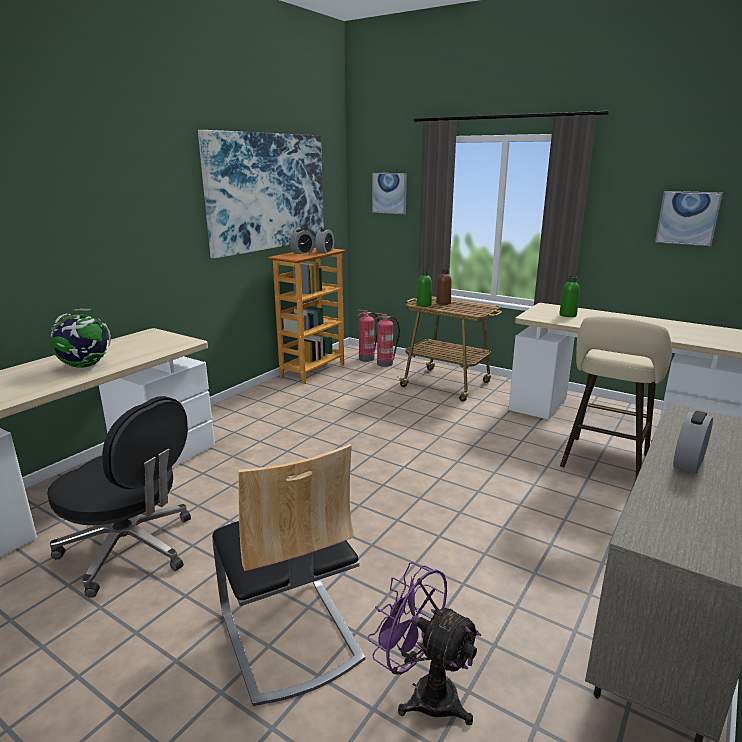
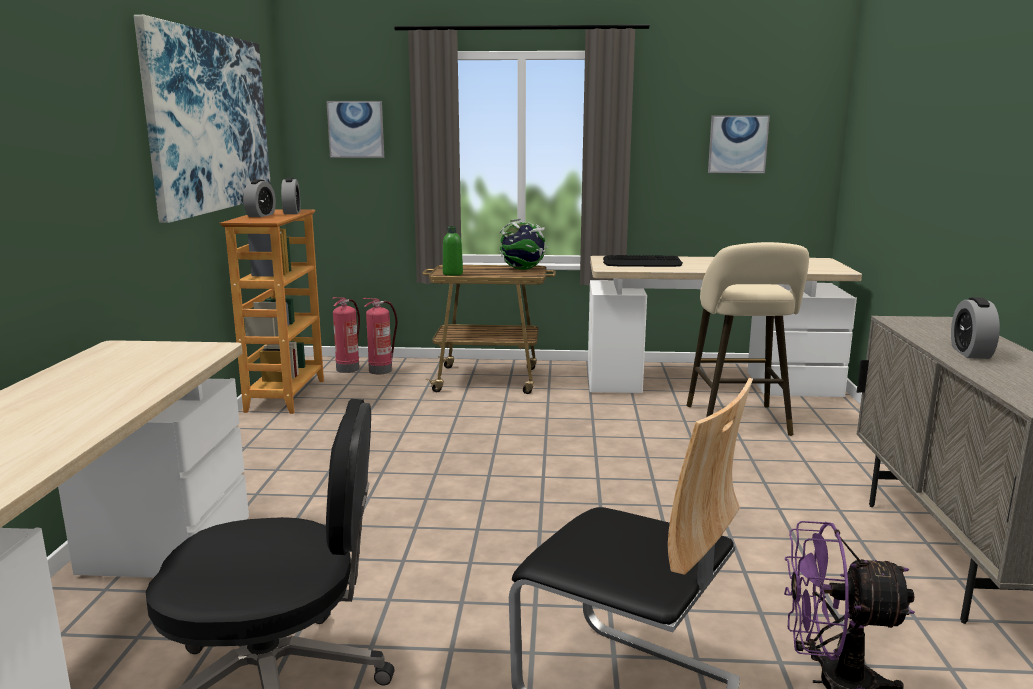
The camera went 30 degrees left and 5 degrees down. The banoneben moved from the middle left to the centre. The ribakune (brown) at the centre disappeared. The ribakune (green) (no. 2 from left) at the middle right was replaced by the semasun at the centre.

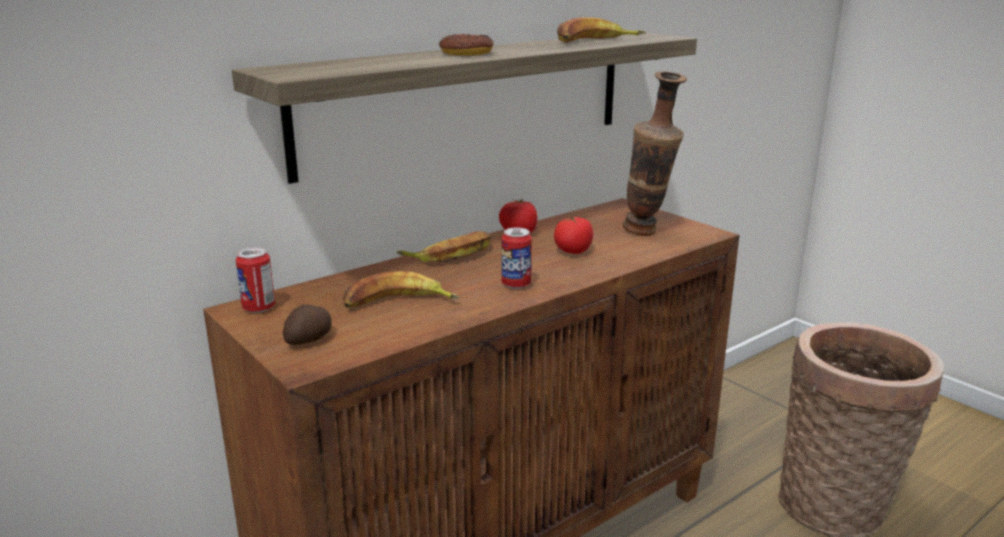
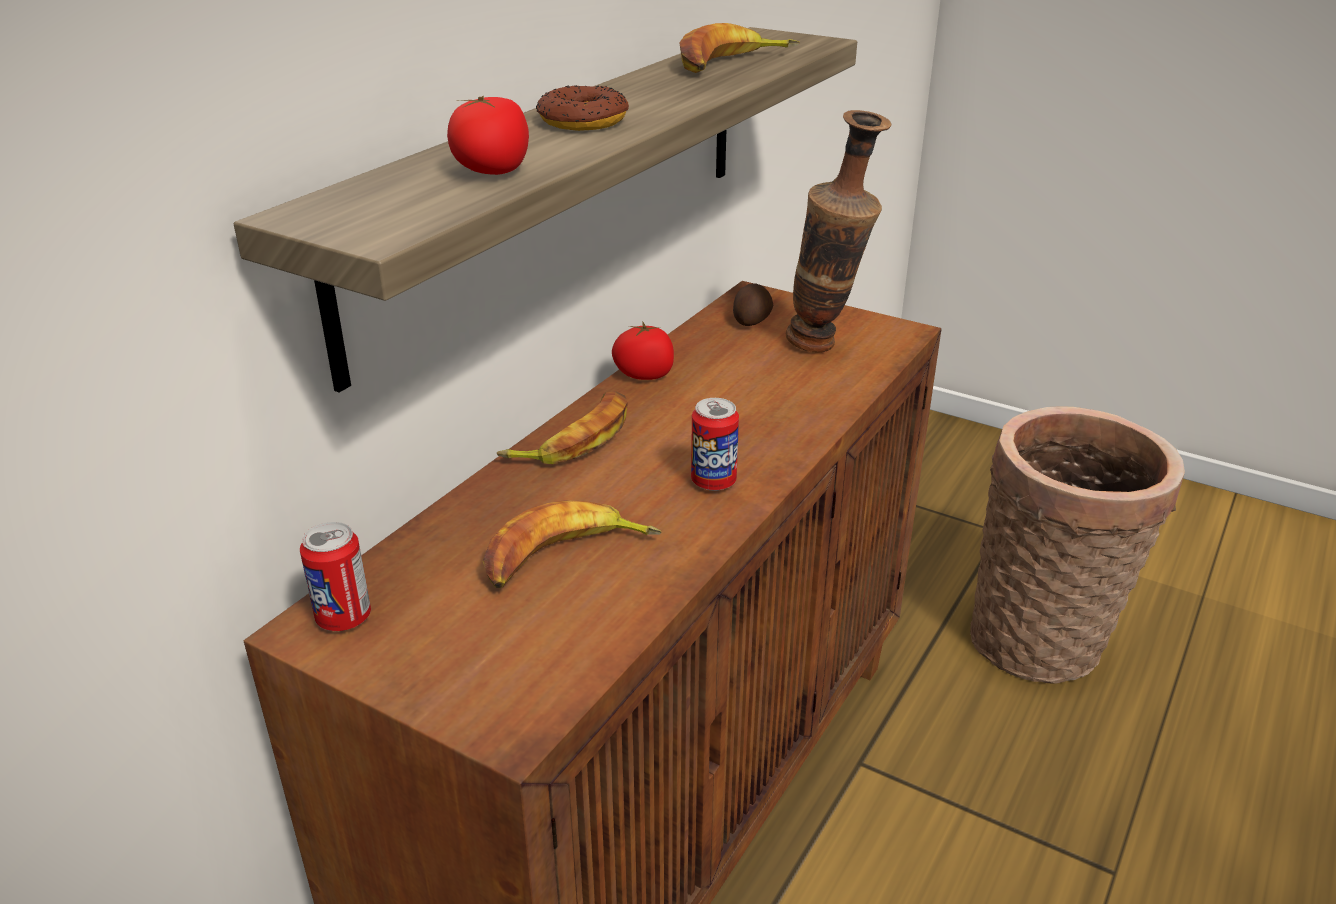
The camera went 20 degrees left and 10 degrees up. The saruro moved from the middle left to the centre. The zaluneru (no. 2 from left in the first image) moved from the centre to the top centre.

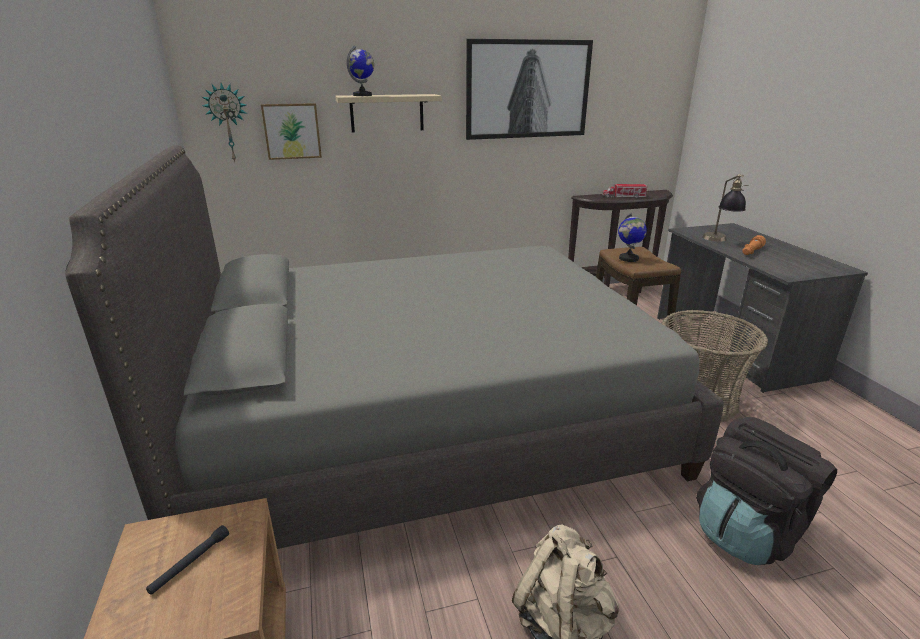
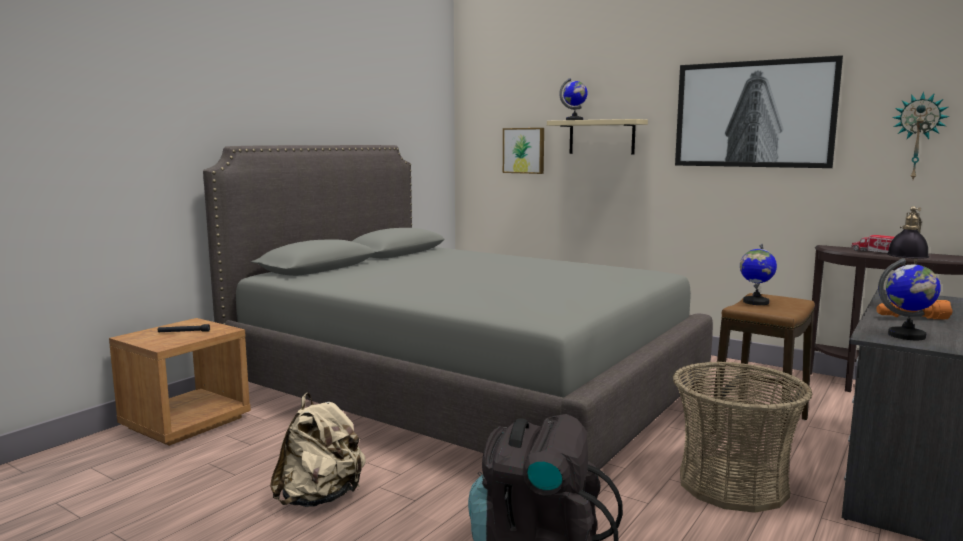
The camera went 50 degrees right and 15 degrees down. The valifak moved from the top left to the top right. The banoneben (no. 3 from left) at the middle right appeared.

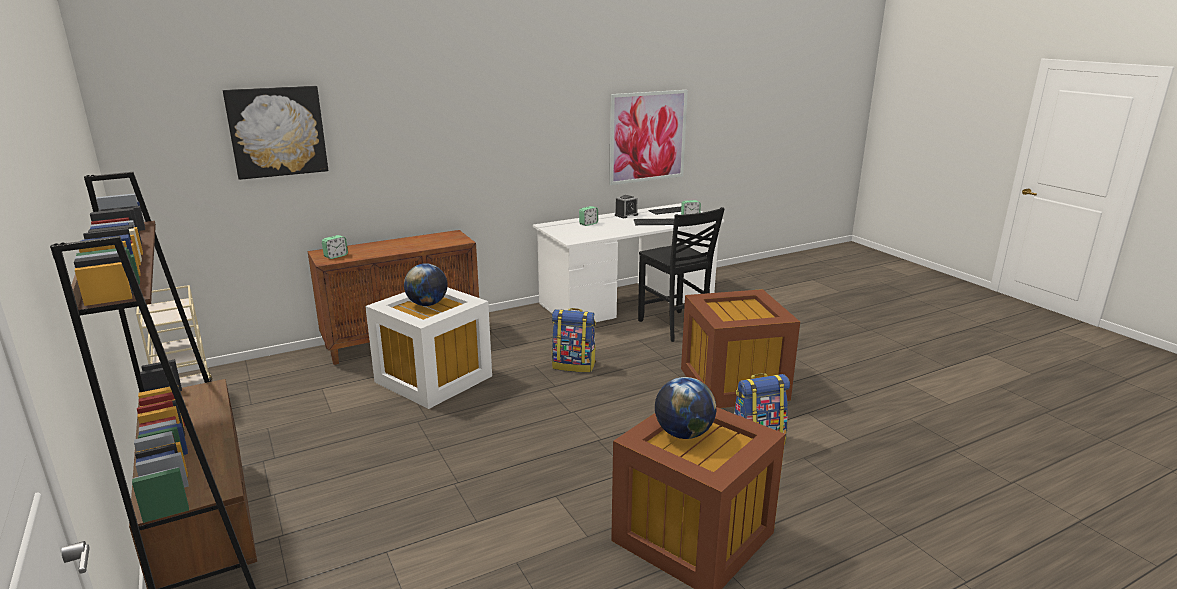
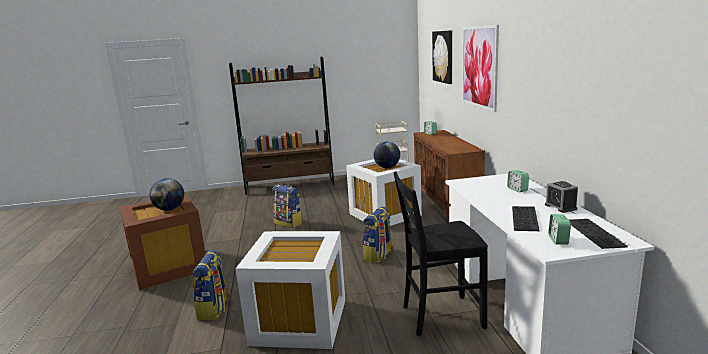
The camera went 110 degrees right and 5 degrees down. The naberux (no. 2 from left) moved from the top centre to the top right. The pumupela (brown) (no. 2 from left) at the centre became the pumupela (white) (no. 1 from left) at the bottom centre. The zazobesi (no. 2 from left) at the centre appeared.

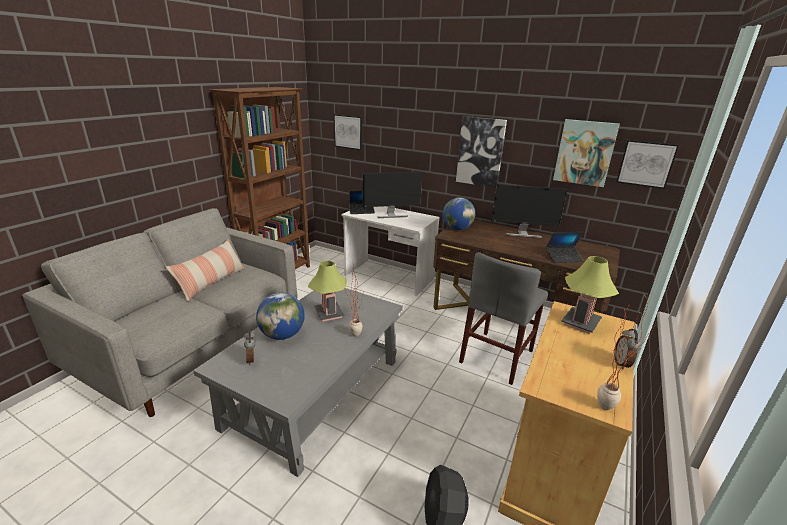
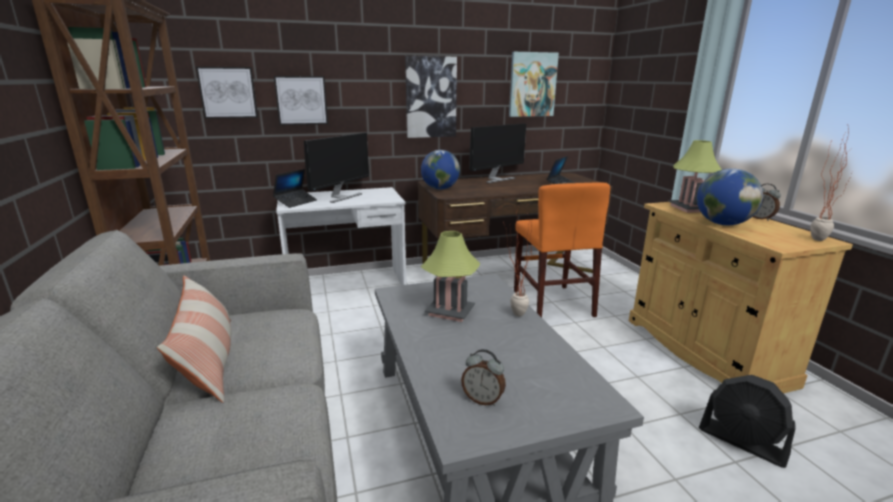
The camera went 45 degrees left and 5 degrees down. The banoneben (no. 1 from left in the first image) moved from the centre to the middle right. The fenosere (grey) at the centre became the fenosere (orange) at the centre. The naberux (no. 4 from left in the first image) moved from the top right to the top centre.

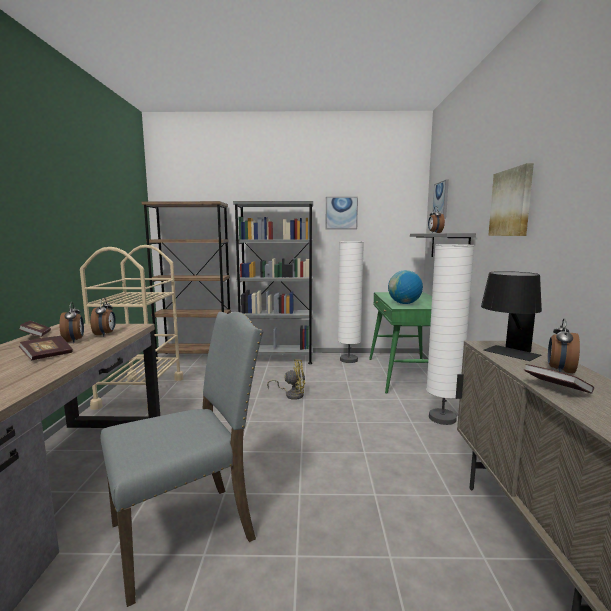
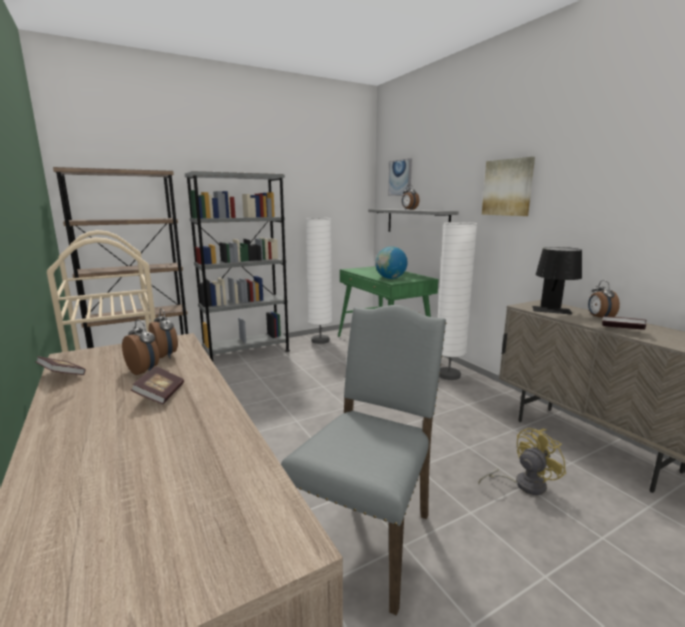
The camera went 30 degrees left and 5 degrees up. The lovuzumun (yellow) moved from the centre to the bottom right. The naberux (no. 1 from left) at the centre disappeared.

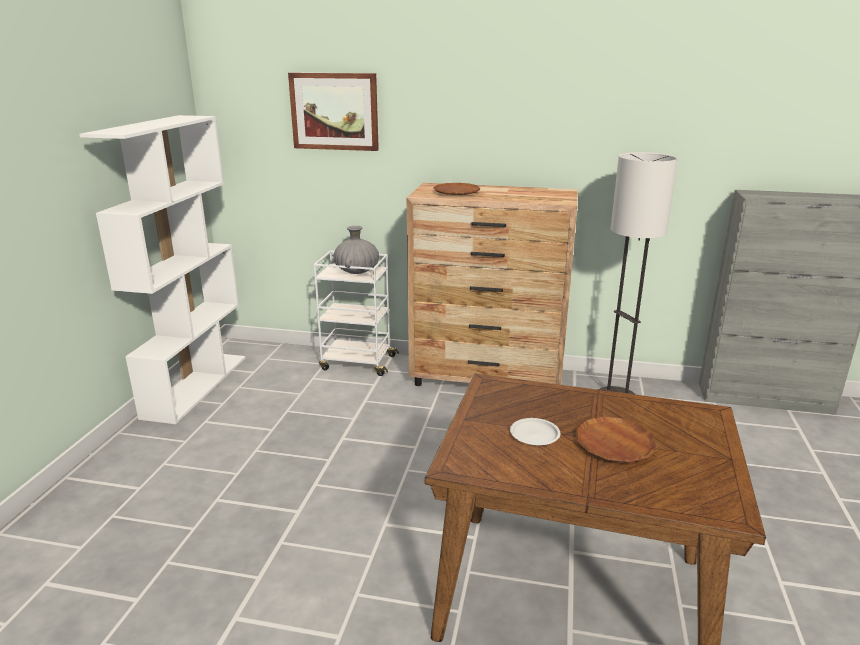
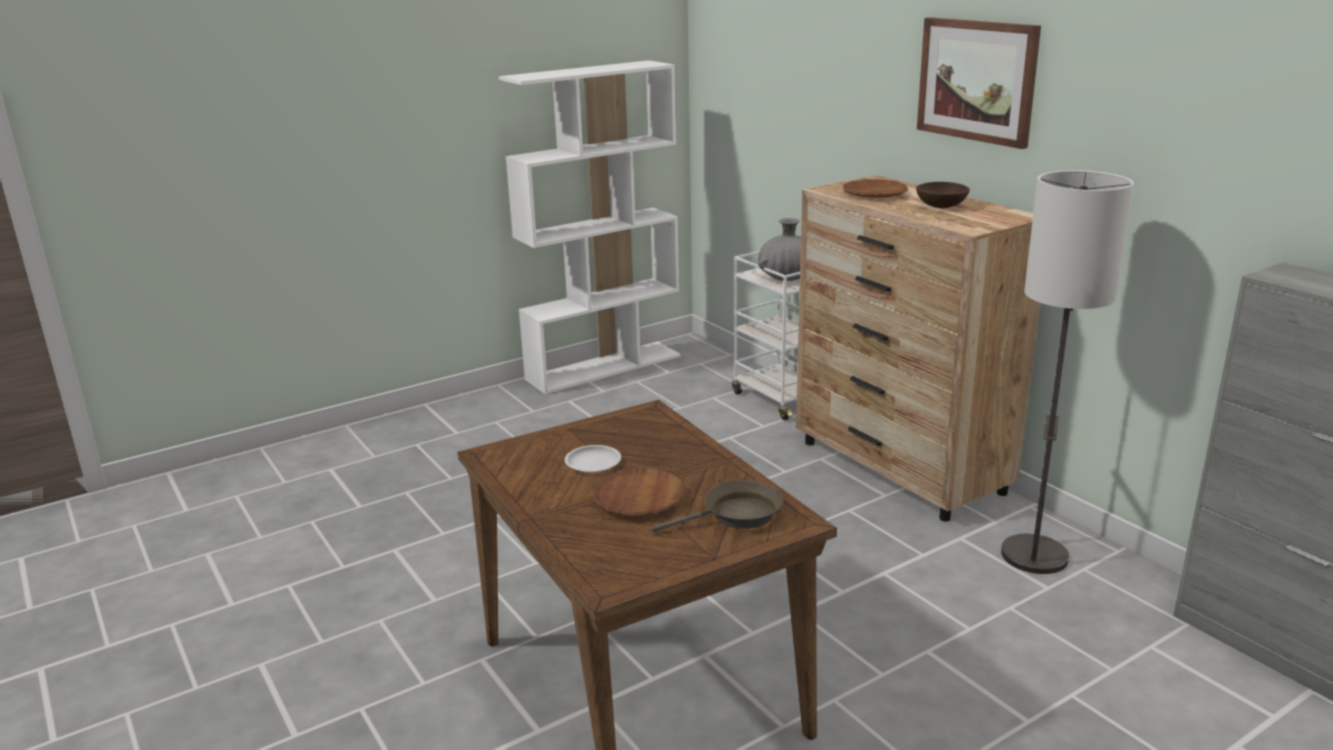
The camera went 45 degrees right and 0 degrees up. The naberux moved from the top centre to the top right. The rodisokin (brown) at the bottom centre appeared. The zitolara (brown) at the top right appeared.

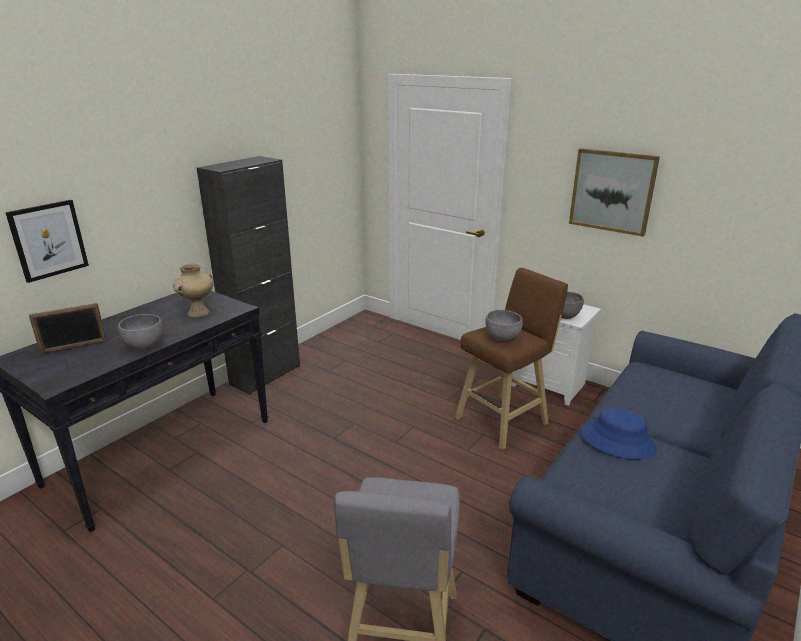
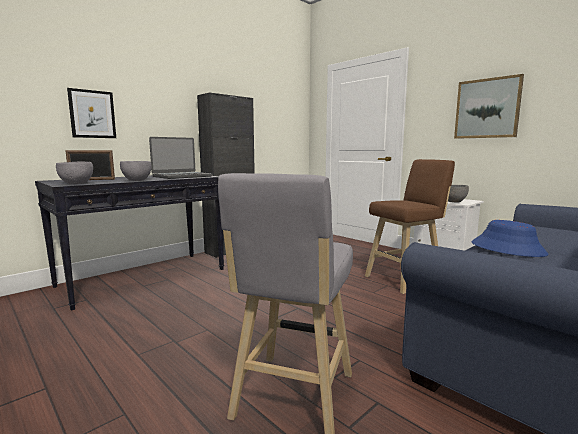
The camera went 10 degrees right and 15 degrees down. The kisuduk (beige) at the middle left was replaced by the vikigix at the middle left. The zitolara (grey) (no. 2 from left in the first image) moved from the centre to the middle left.

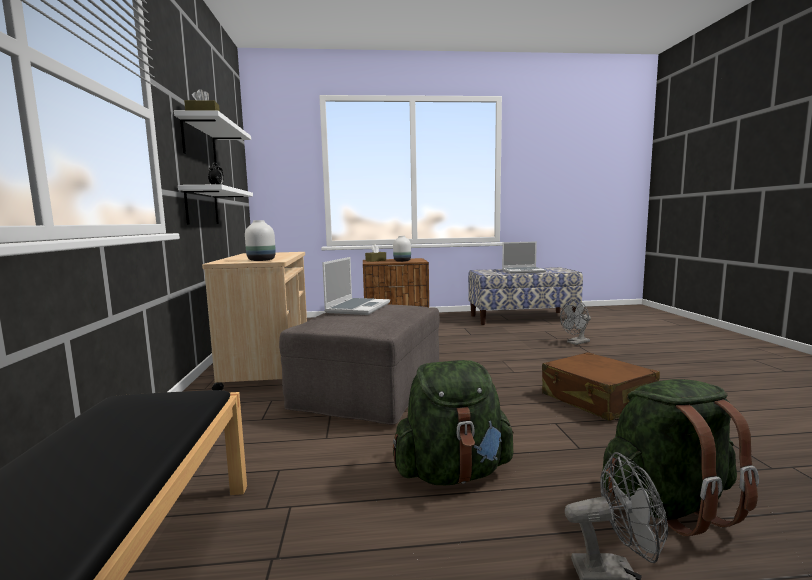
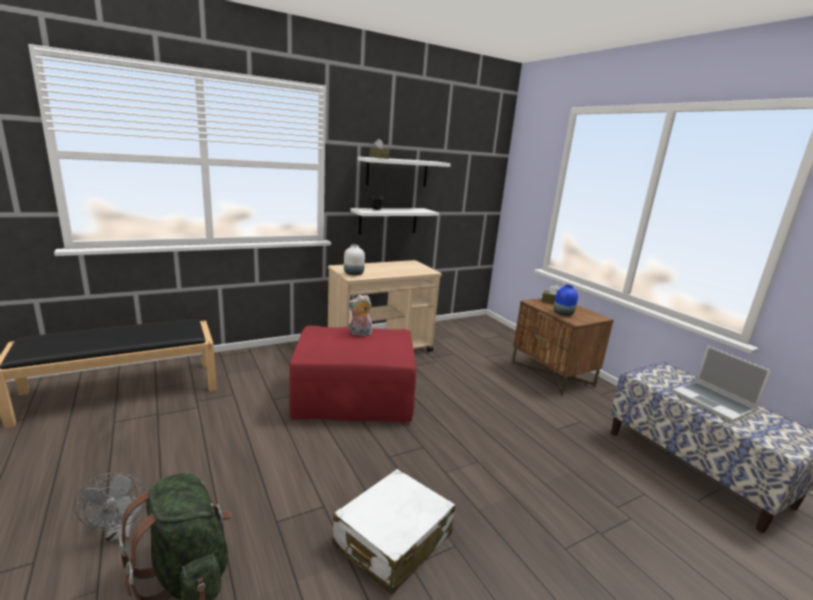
The camera went 65 degrees right and 10 degrees up. The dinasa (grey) at the centre became the dinasa (red) at the centre. The vikigix (no. 1 from left) at the centre was replaced by the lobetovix at the centre. The kisuduk (white) (no. 2 from left) at the centre became the kisuduk (blue) at the middle right. The zazobesi (green) (no. 1 from left) at the bottom centre disappeared. The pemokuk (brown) at the middle right became the pemokuk (white) at the bottom centre. The lovuzumun (grey) (no. 1 from left) at the middle right disappeared.

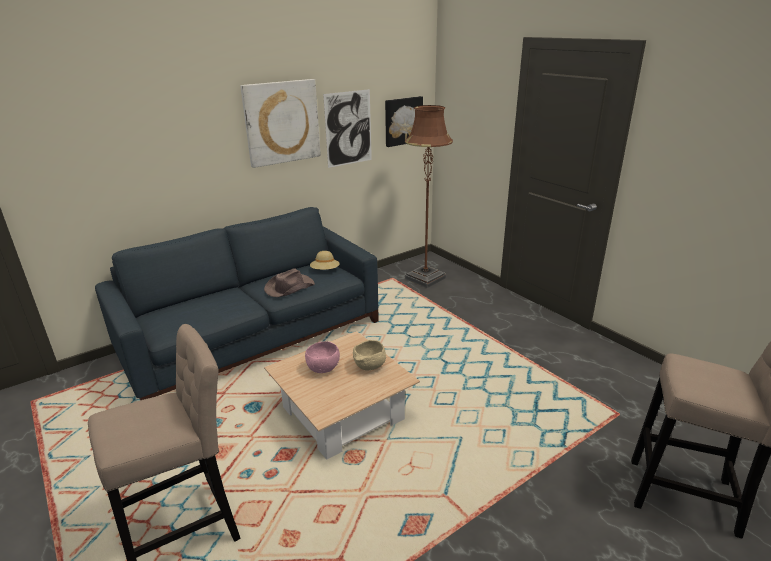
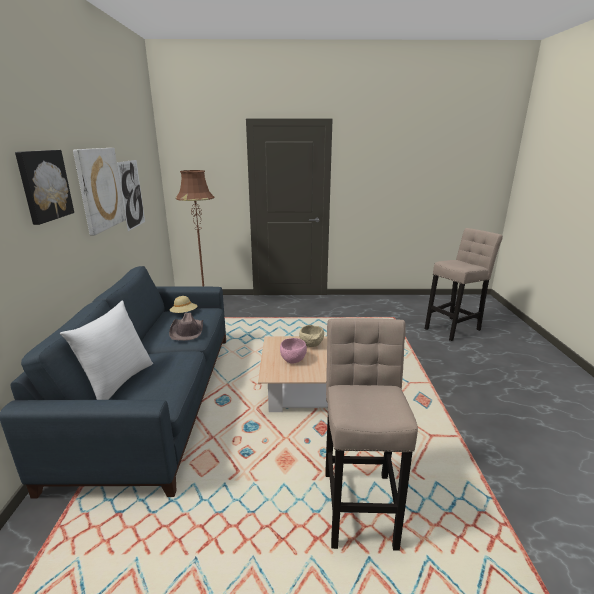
The camera went 55 degrees left and 5 degrees down. The naberux (no. 3 from left in the first image) moved from the top centre to the top left. The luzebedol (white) at the middle left appeared.

